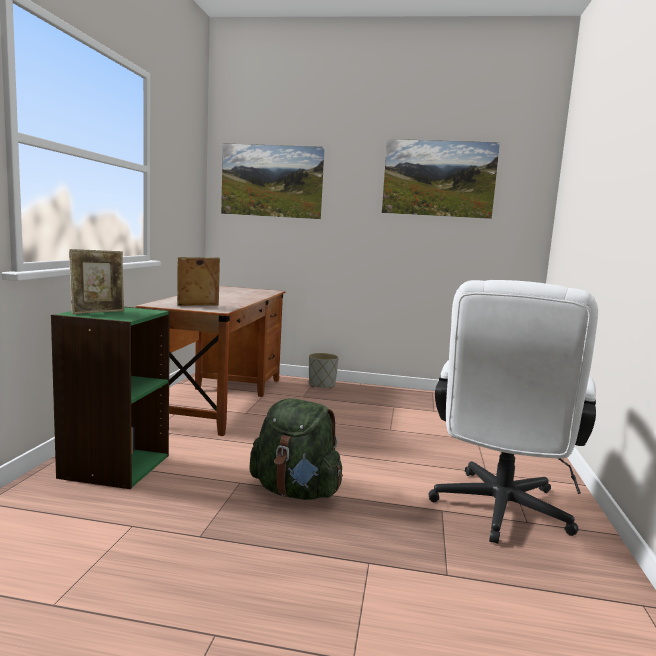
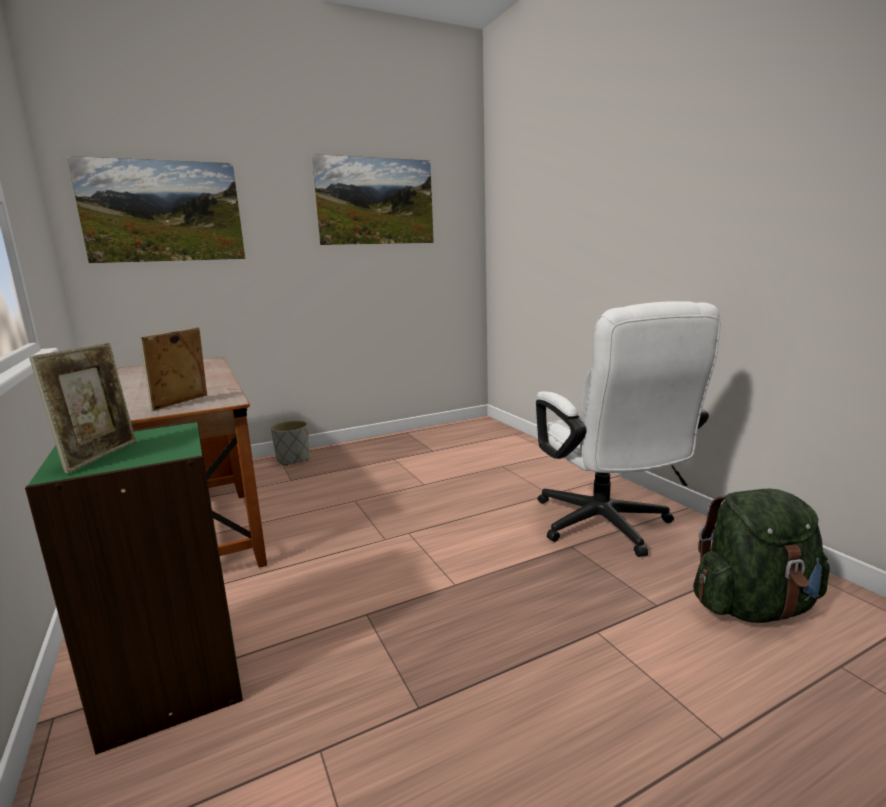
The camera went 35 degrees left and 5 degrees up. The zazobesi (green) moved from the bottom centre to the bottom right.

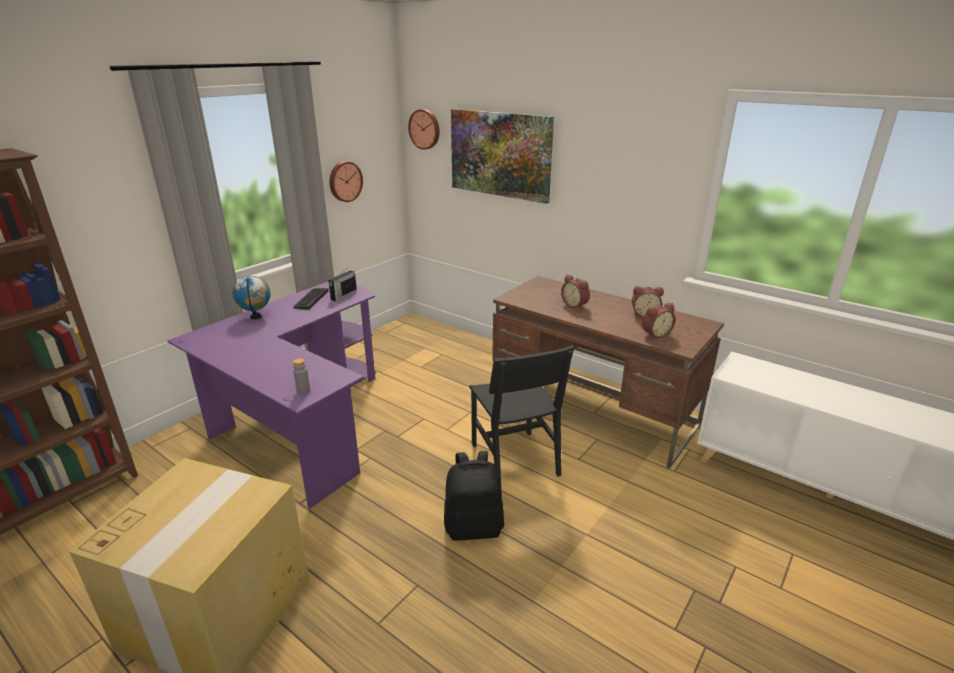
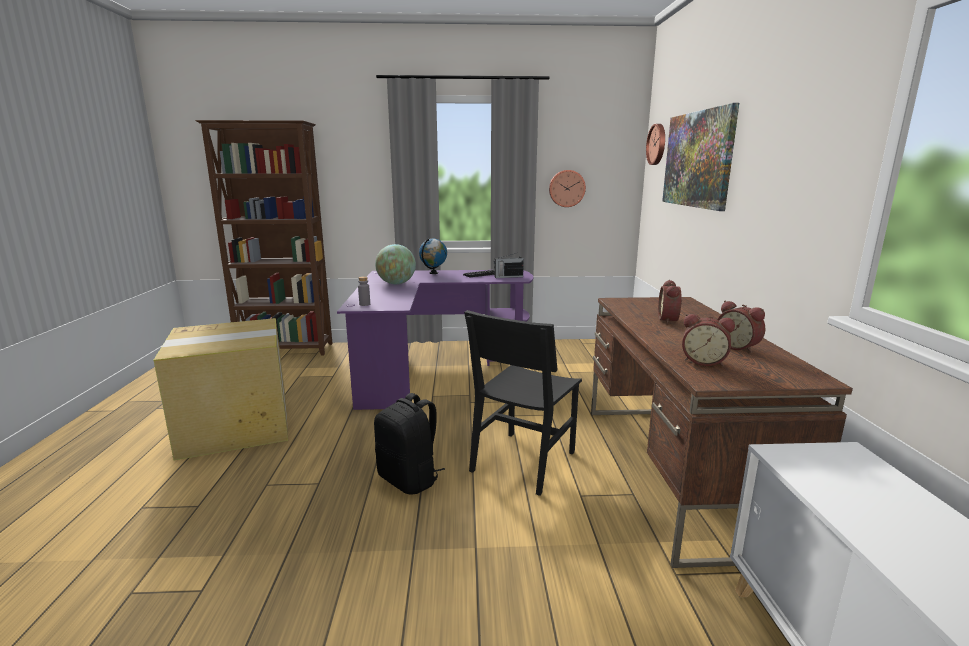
The camera went 50 degrees right and 10 degrees down. The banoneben (no. 1 from left) at the centre appeared.

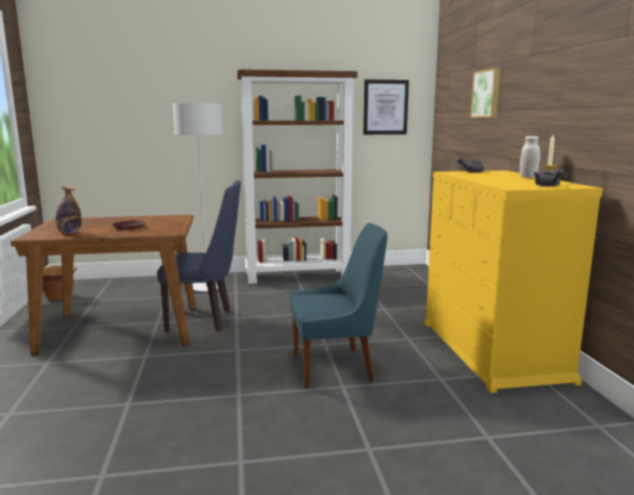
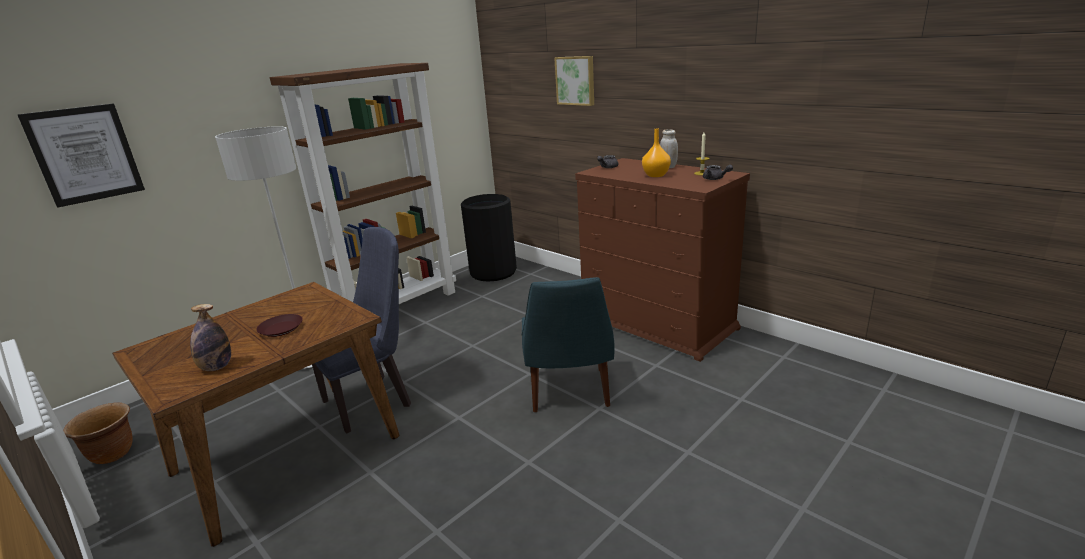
The camera went 35 degrees left and 10 degrees up. The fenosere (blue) (no. 2 from left) at the centre turned 135 degrees clockwise. The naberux (no. 1 from left) moved from the top centre to the top left. The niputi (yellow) at the middle right became the niputi (brown) at the centre. The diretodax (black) at the centre appeared. The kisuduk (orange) at the top centre appeared.

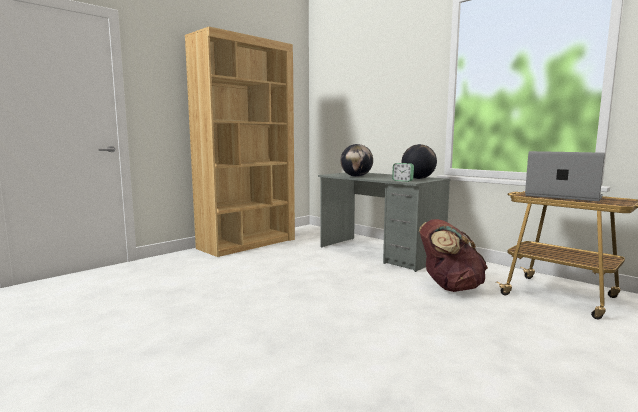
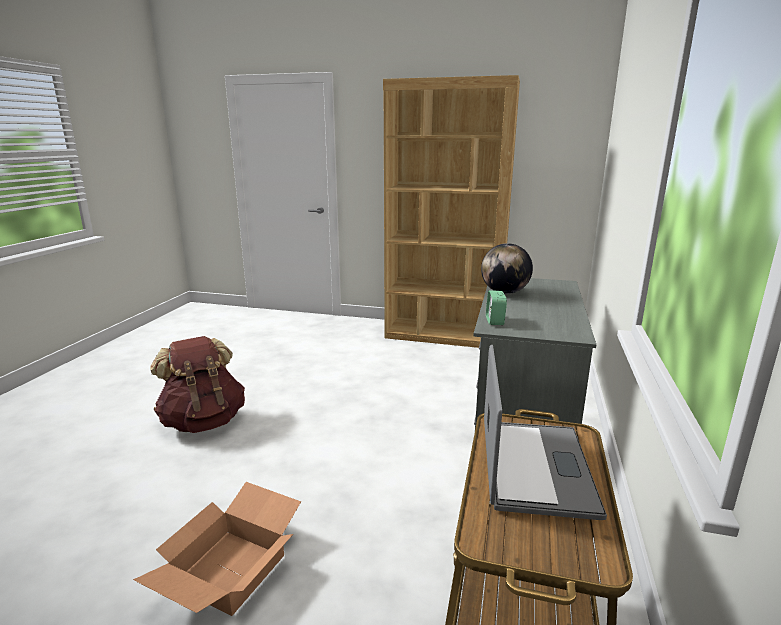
The camera went 60 degrees right and 10 degrees up. The banoneben (no. 2 from left) at the centre disappeared. The zazobesi (brown) moved from the middle right to the middle left. The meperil at the bottom left appeared.

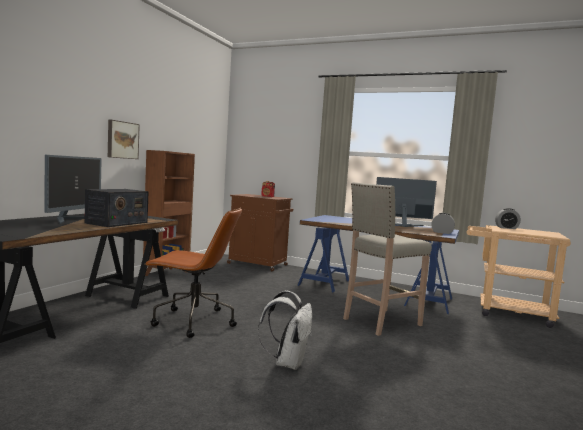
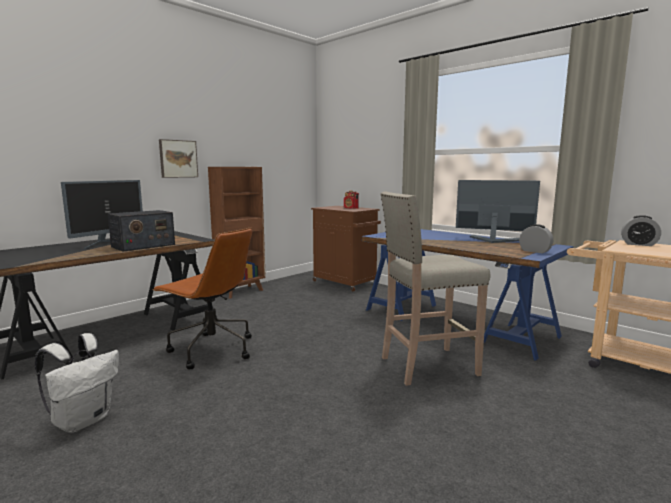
The camera went 20 degrees right and 5 degrees up. The zazobesi (white) moved from the bottom centre to the bottom left.

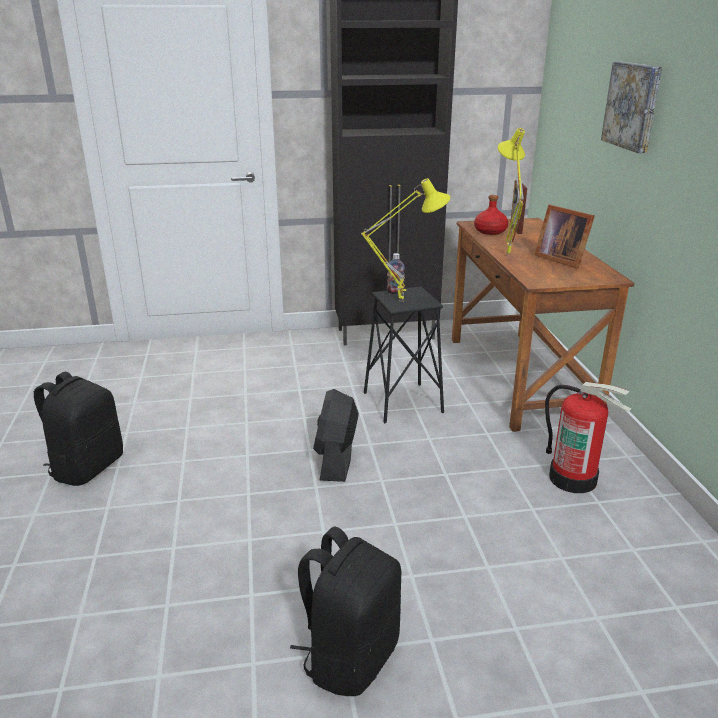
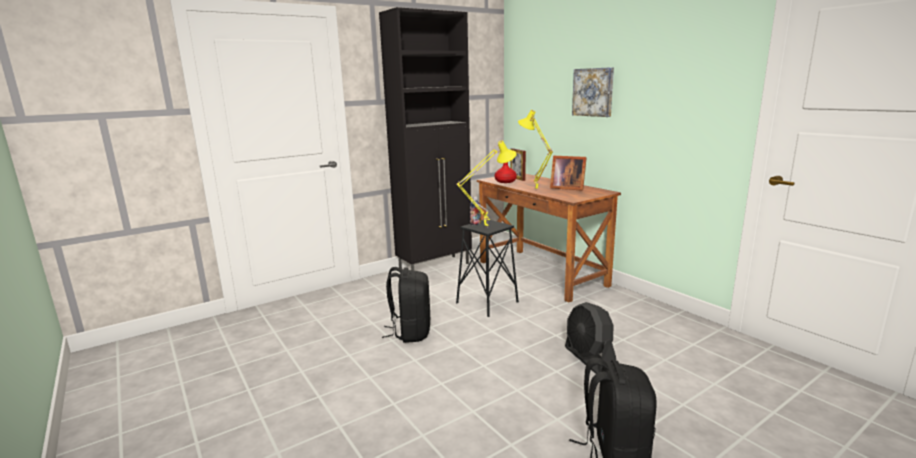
The camera went 25 degrees left and 10 degrees down. The zazobesi (black) (no. 1 from left) moved from the middle left to the centre. The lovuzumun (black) moved from the centre to the bottom centre. The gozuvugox at the middle right disappeared.

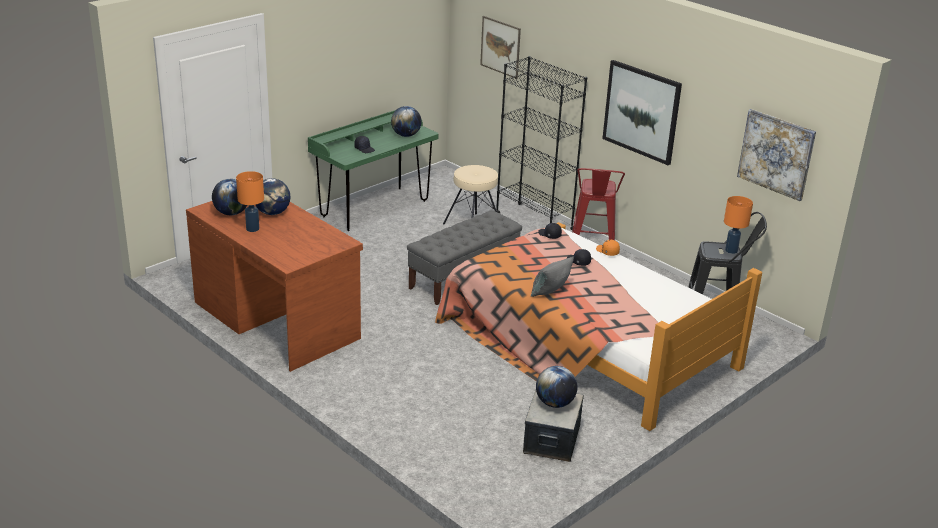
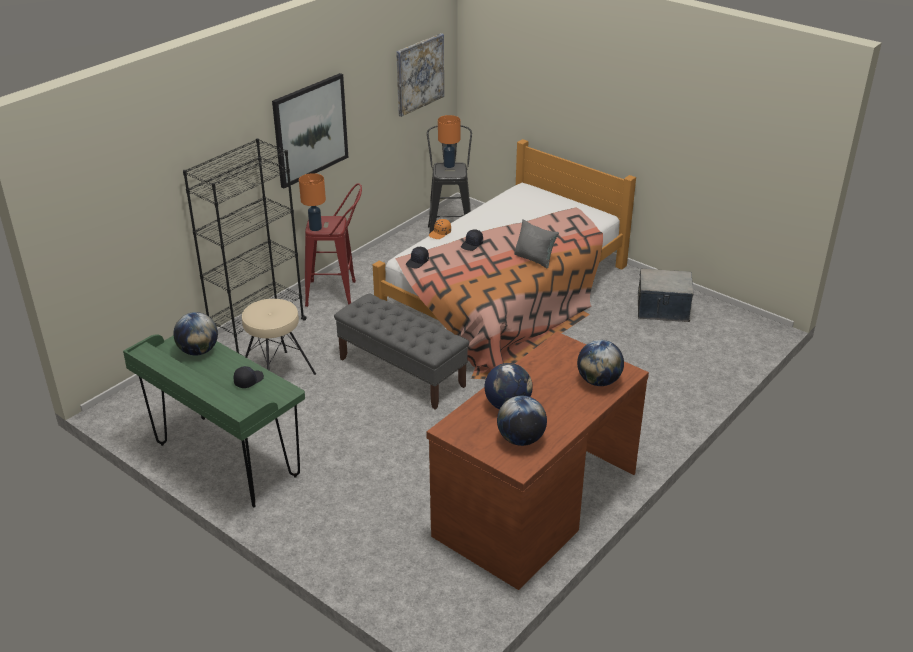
The camera went 95 degrees left and 5 degrees up. The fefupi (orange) (no. 1 from left) moved from the middle left to the top centre. The naberux (no. 1 from left) at the top centre disappeared. The banoneben (no. 4 from left) moved from the bottom centre to the centre.

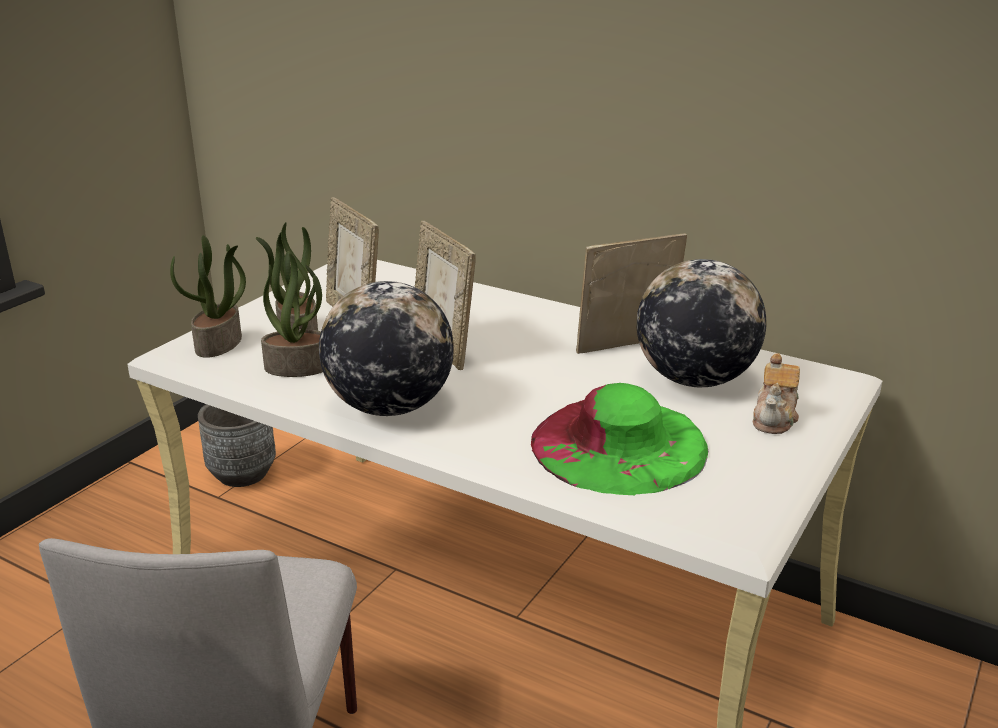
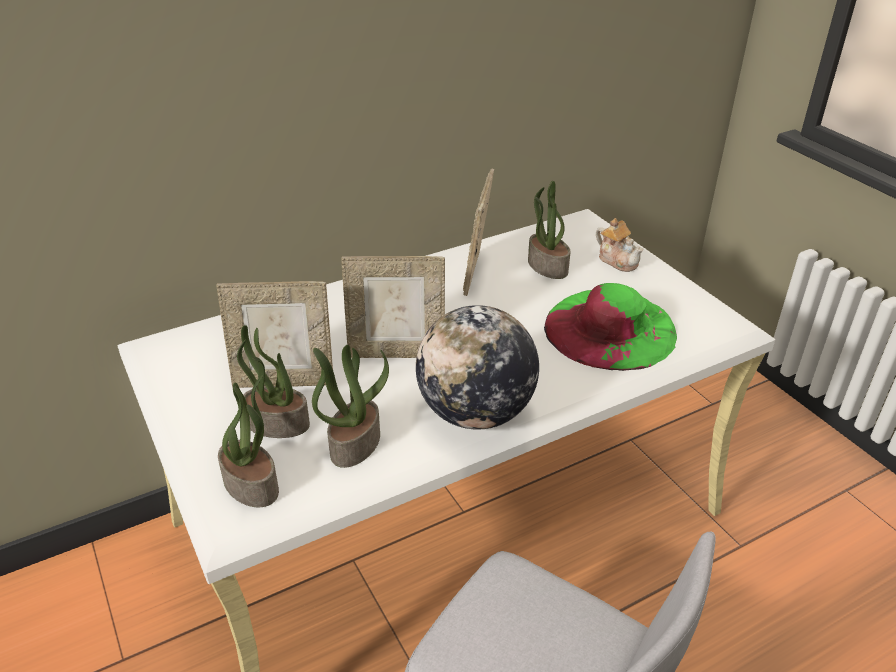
The camera went 60 degrees left and 10 degrees up. The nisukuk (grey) at the middle left disappeared. The banoneben (no. 2 from left) at the middle right was replaced by the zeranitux (no. 4 from left) at the centre.

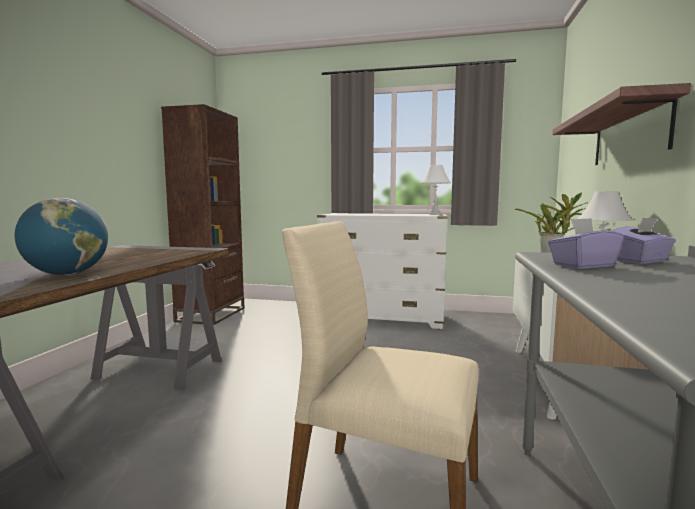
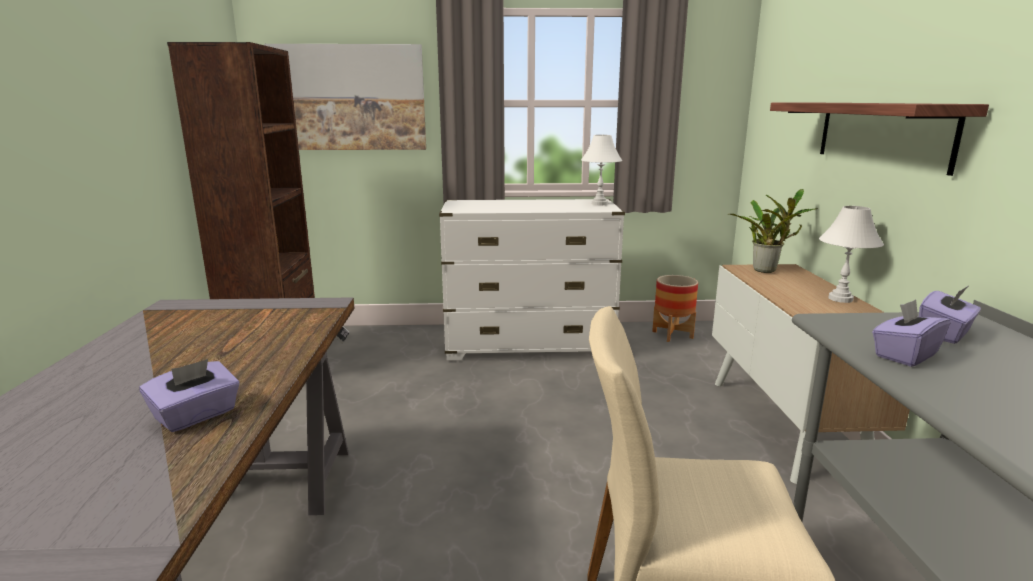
The camera went 15 degrees left and 10 degrees up. The banoneben at the middle left was replaced by the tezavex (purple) (no. 1 from left) at the bottom left. The naberux at the top centre appeared. The nisukuk at the centre appeared.

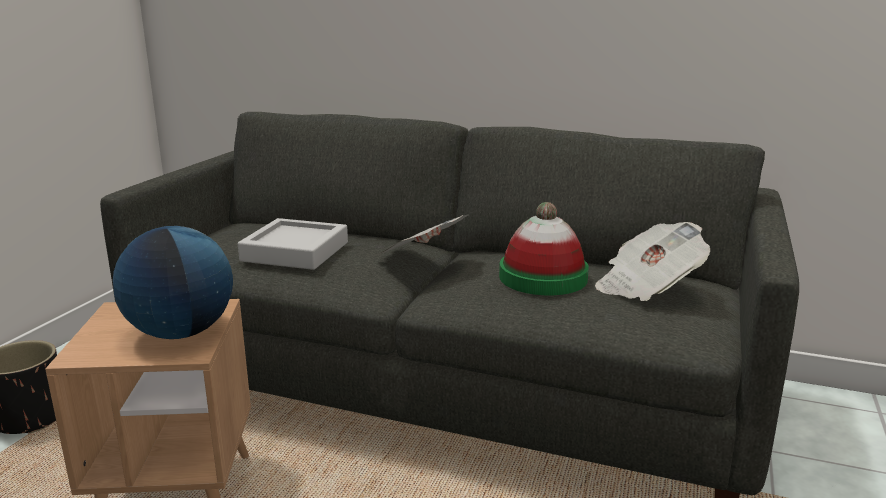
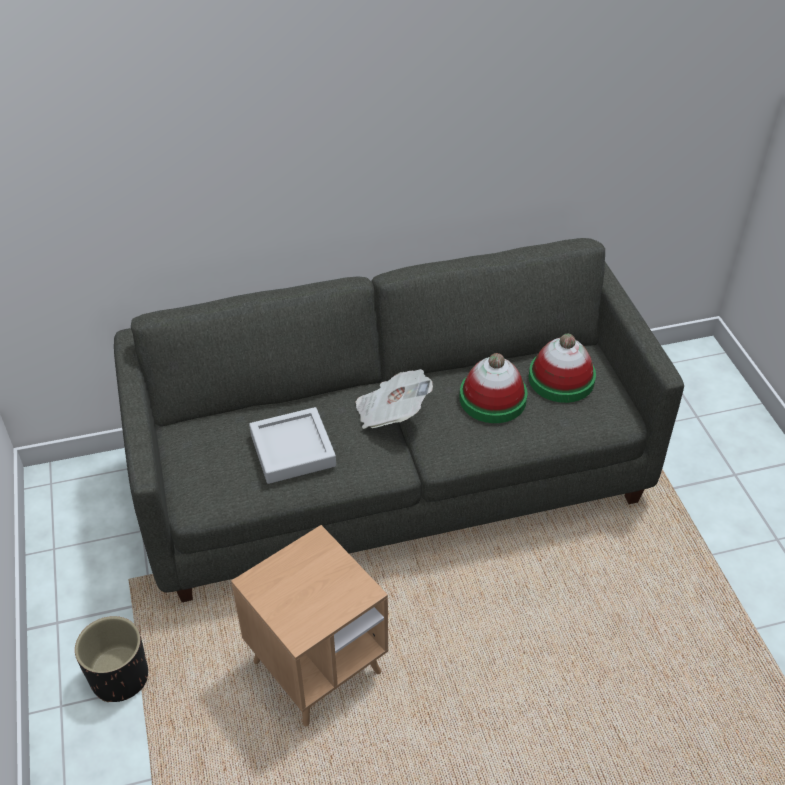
The camera went 35 degrees left and 25 degrees up. The banoneben at the middle left disappeared. The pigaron (no. 2 from left) at the middle right was replaced by the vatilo (no. 2 from left) at the middle right.

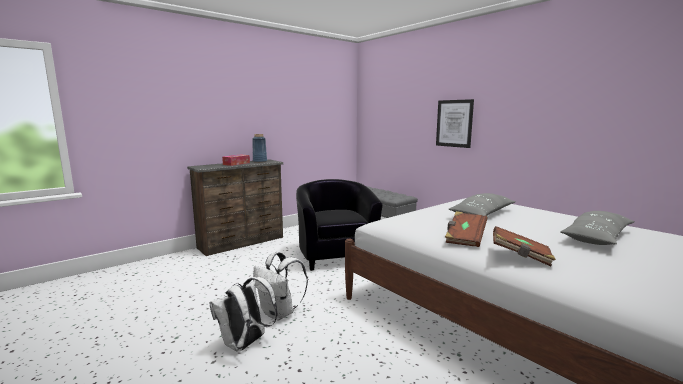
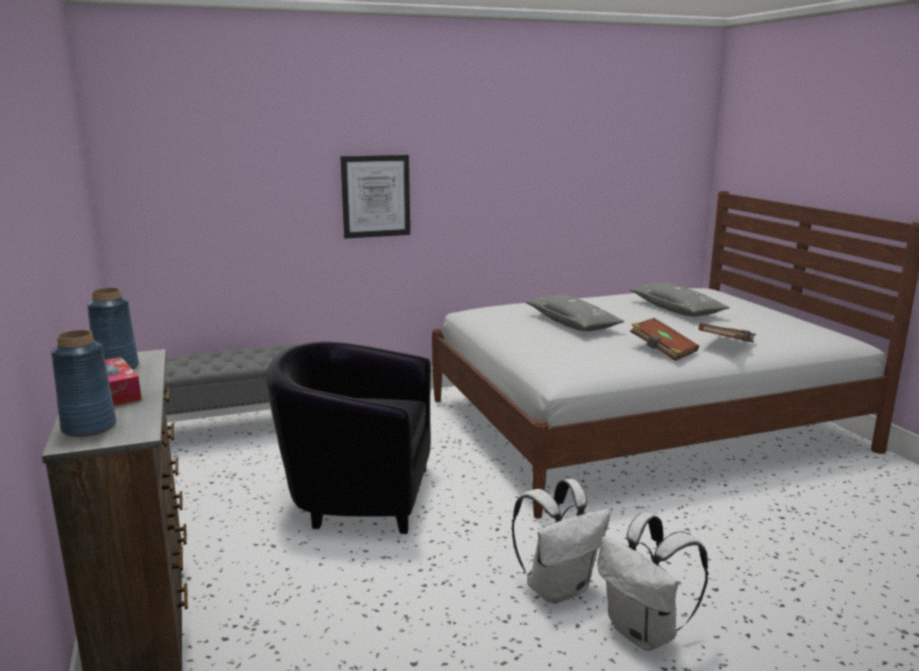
The camera went 70 degrees left and 5 degrees up. The kisuduk (blue) (no. 1 from left) at the middle left appeared.

